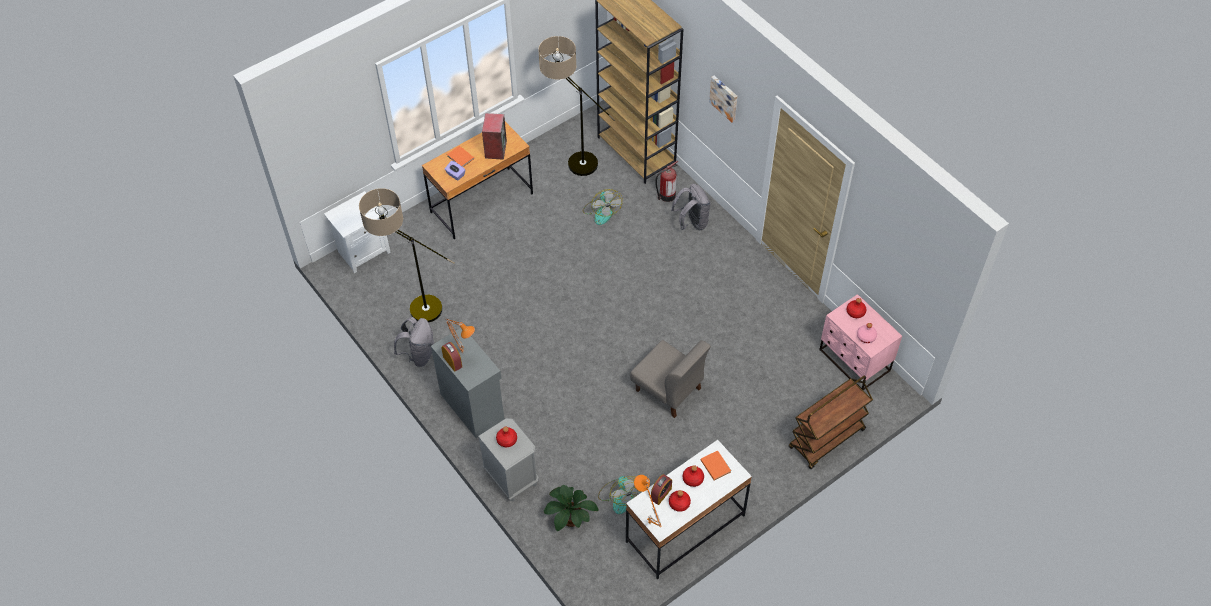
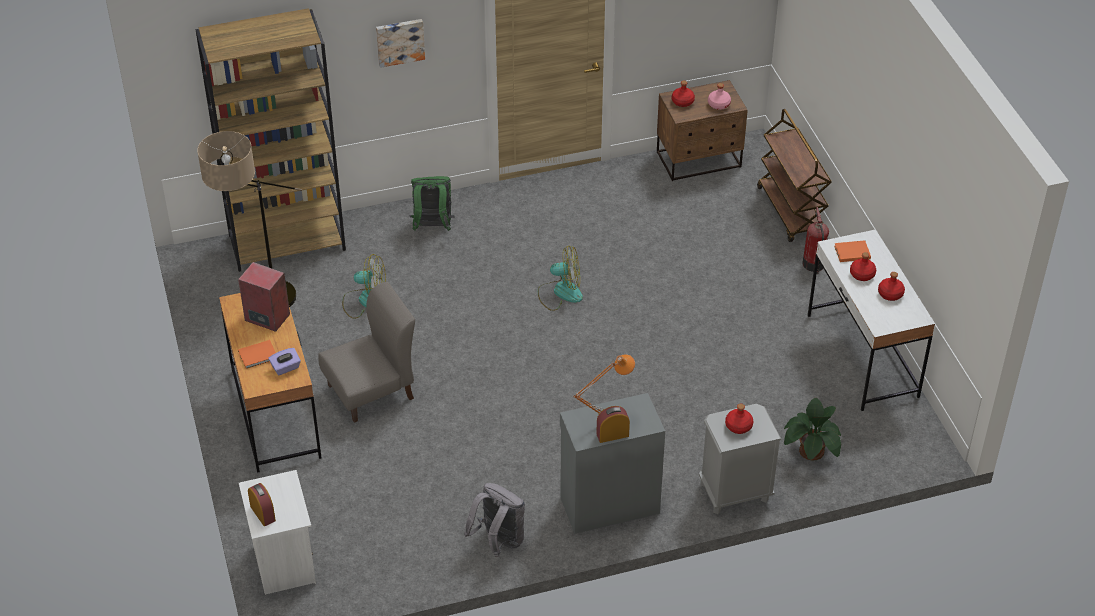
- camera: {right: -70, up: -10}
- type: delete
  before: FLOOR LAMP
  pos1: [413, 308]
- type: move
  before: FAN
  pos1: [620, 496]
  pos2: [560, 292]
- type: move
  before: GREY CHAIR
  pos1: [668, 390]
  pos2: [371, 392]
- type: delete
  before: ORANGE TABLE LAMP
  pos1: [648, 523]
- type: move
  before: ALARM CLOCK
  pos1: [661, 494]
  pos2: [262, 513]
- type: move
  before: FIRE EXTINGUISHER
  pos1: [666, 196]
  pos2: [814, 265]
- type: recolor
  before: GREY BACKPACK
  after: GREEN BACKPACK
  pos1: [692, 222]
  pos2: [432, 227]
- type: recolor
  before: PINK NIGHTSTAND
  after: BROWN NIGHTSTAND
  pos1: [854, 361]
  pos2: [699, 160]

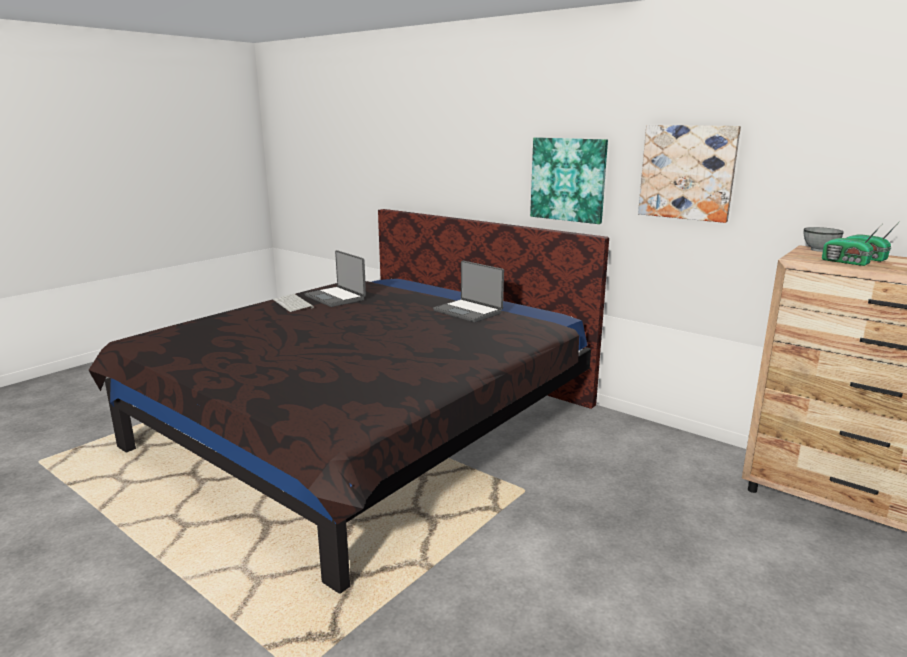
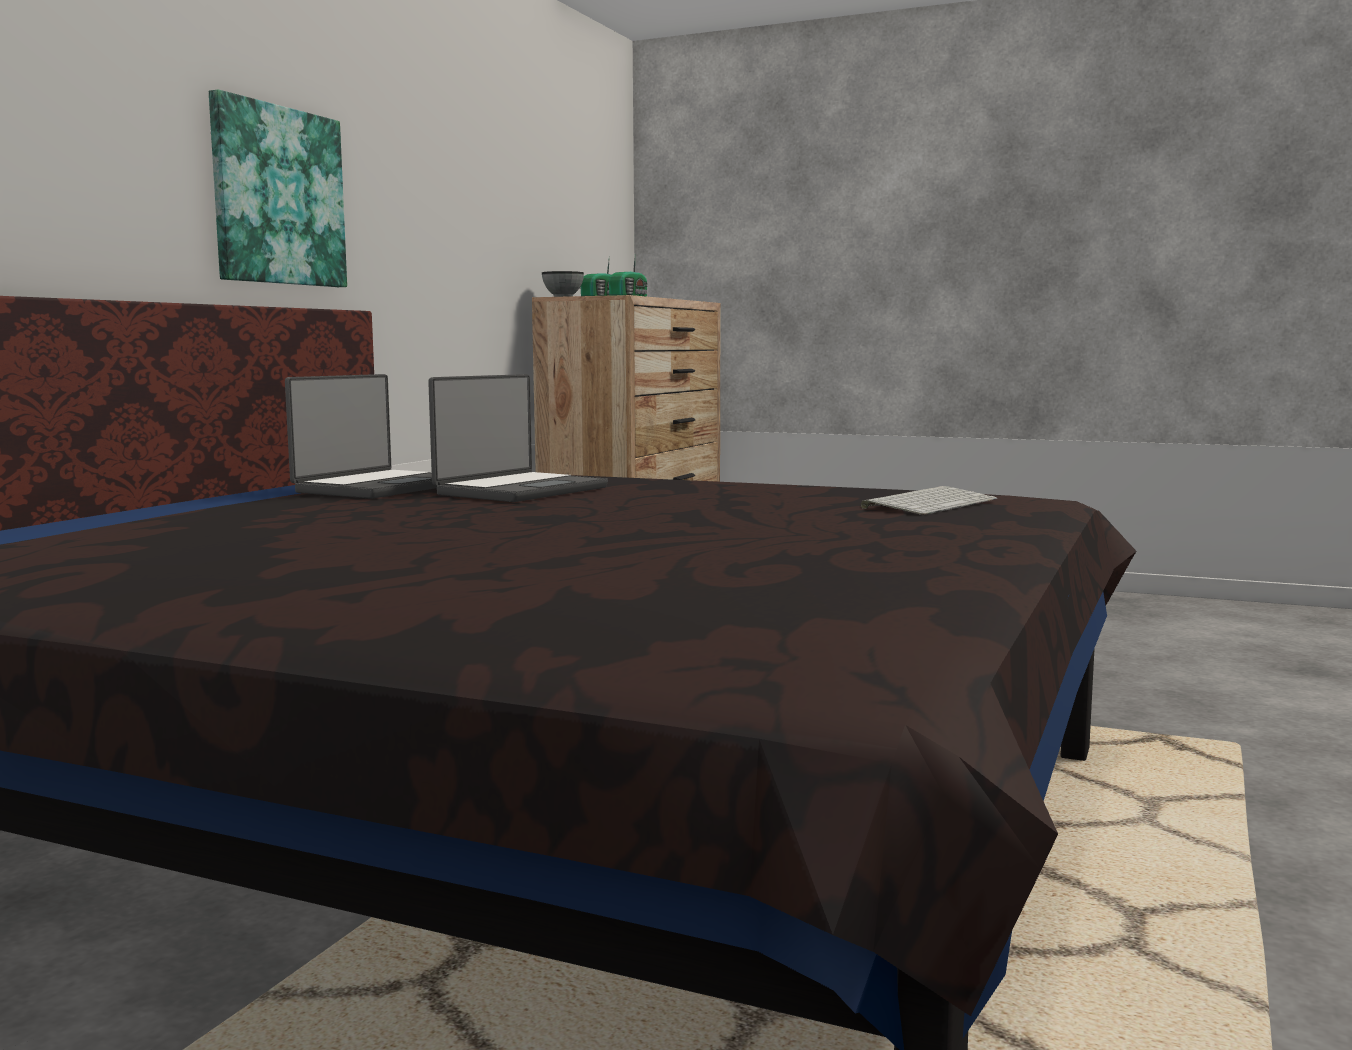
- camera: {right: -105, up: -10}
- type: move
  before: KEYBOARD
  pos1: [294, 304]
  pos2: [929, 503]
- type: move
  before: LAPTOP
  pos1: [336, 297]
  pos2: [519, 491]
- type: delete
  before: PICTURE
  pos1: [687, 172]

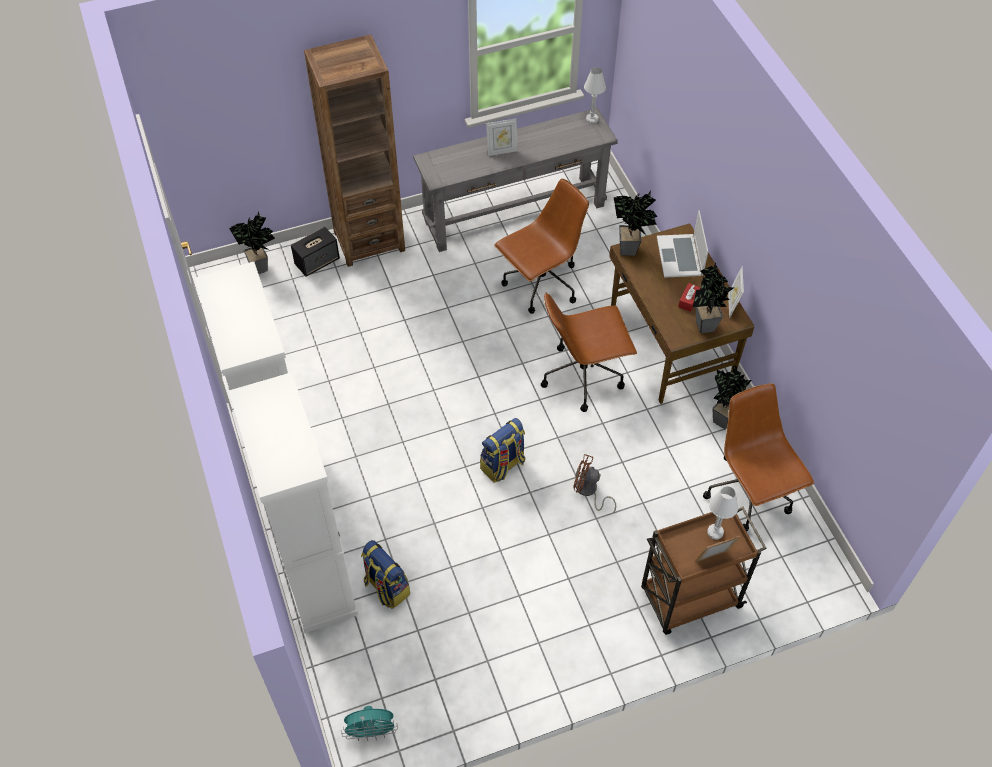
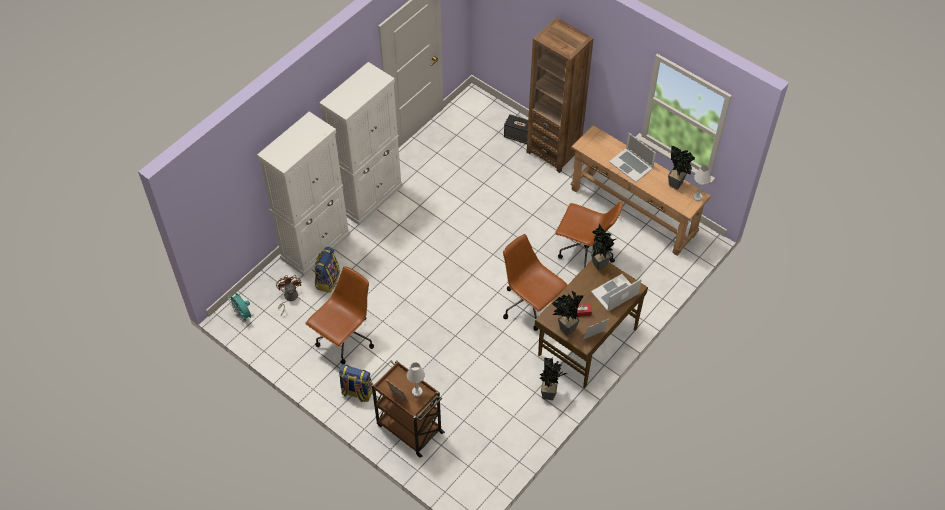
- camera: {right: 60, up: 0}
- type: move
  before: POTTED PLANT
  pos1: [262, 268]
  pos2: [676, 186]
- type: recolor
  before: GREY CONSOLE TABLE
  after: BROWN CONSOLE TABLE
  pos1: [514, 213]
  pos2: [633, 212]
- type: move
  before: BACKPACK
  pos1: [503, 465]
  pos2: [356, 392]
- type: replace
  before: PICTURE FRAME
  after: LAPTOP
  pos1: [502, 151]
  pos2: [631, 165]
- type: move
  before: BROWN FAN
  pos1: [588, 491]
  pos2: [289, 298]
- type: move
  before: BROWN OFFICE CHAIR
  pos1: [749, 494]
  pos2: [345, 339]

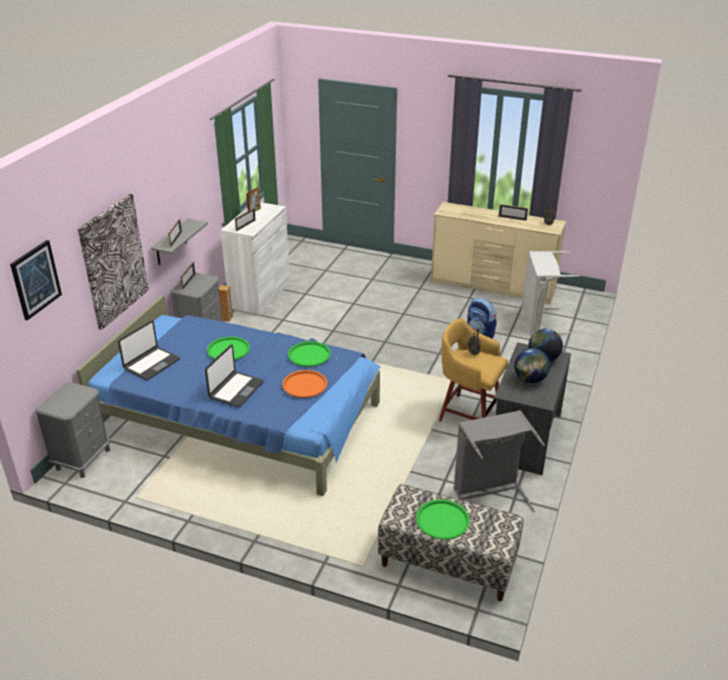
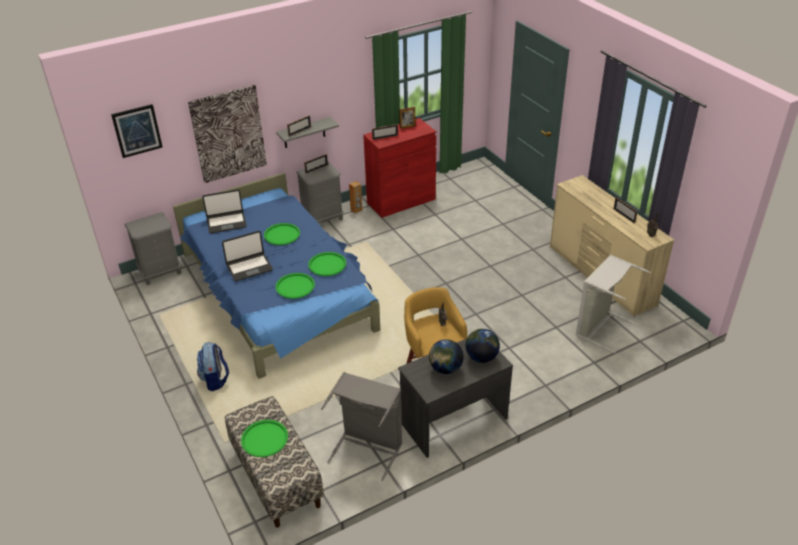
- camera: {right: 40, up: 5}
- type: recolor
  before: WHITE CABINET
  after: RED CABINET
  pos1: [260, 295]
  pos2: [401, 201]
- type: recolor
  before: ORANGE TRAY
  after: GREEN TRAY
  pos1: [305, 384]
  pos2: [295, 286]
- type: move
  before: BACKPACK
  pos1: [480, 334]
  pos2: [215, 380]

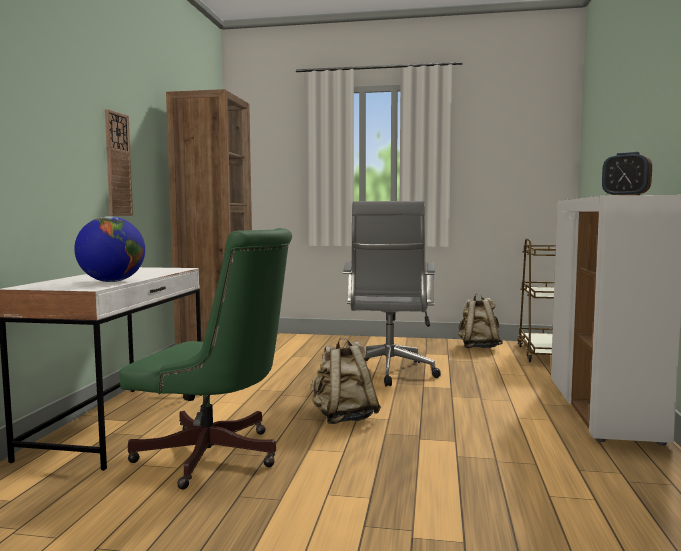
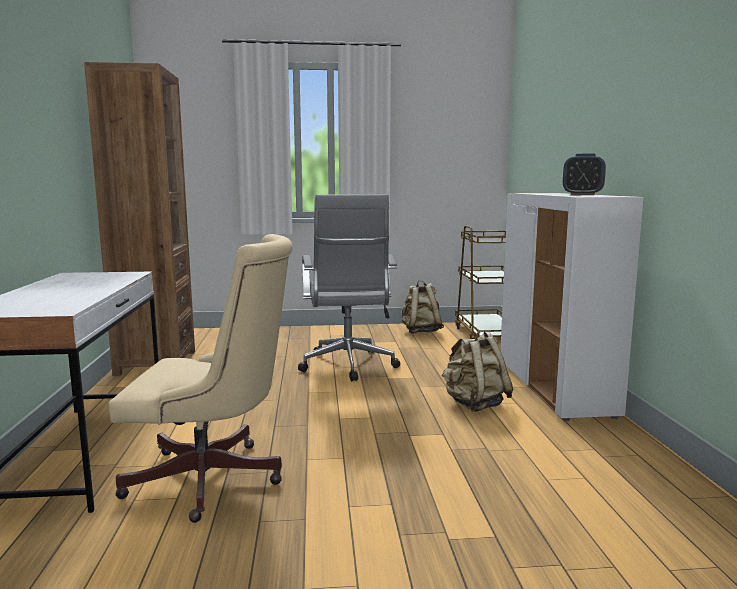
- camera: {right: -15, up: 5}
- type: delete
  before: GLOBE
  pos1: [112, 281]
- type: delete
  before: WALL CLOCK
  pos1: [118, 164]
- type: recolor
  before: GREEN OFFICE CHAIR
  after: BEIGE OFFICE CHAIR
  pos1: [216, 457]
  pos2: [214, 480]
- type: move
  before: BEIGE BACKPACK
  pos1: [344, 418]
  pos2: [474, 405]

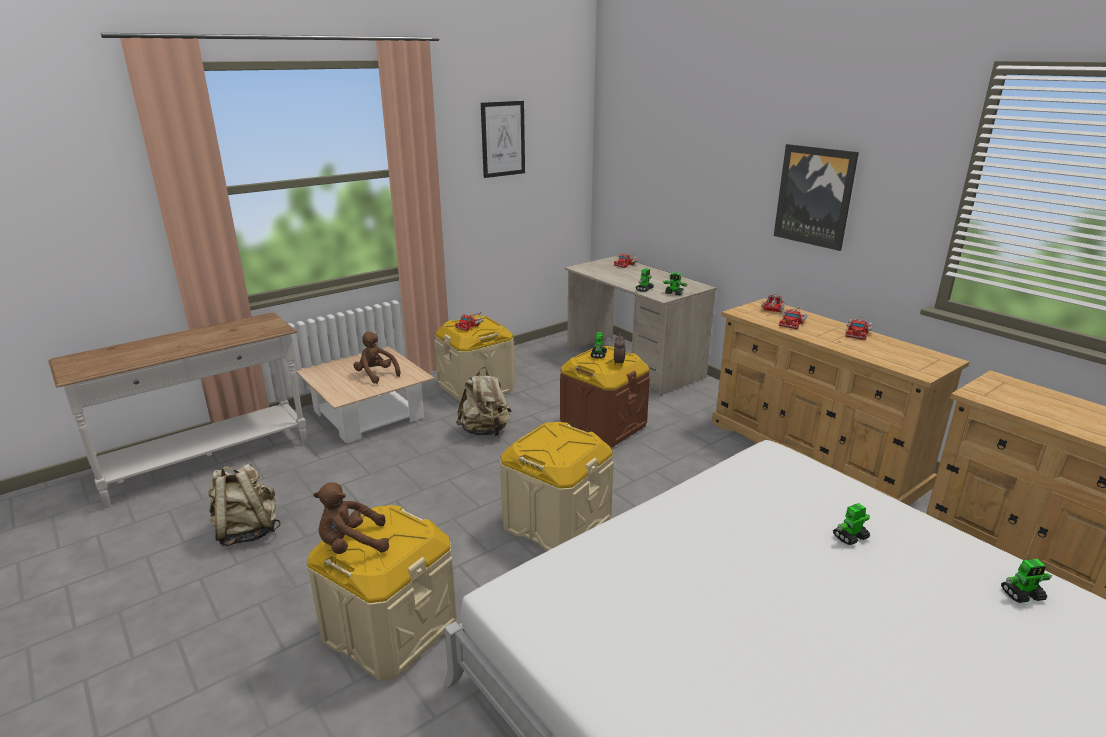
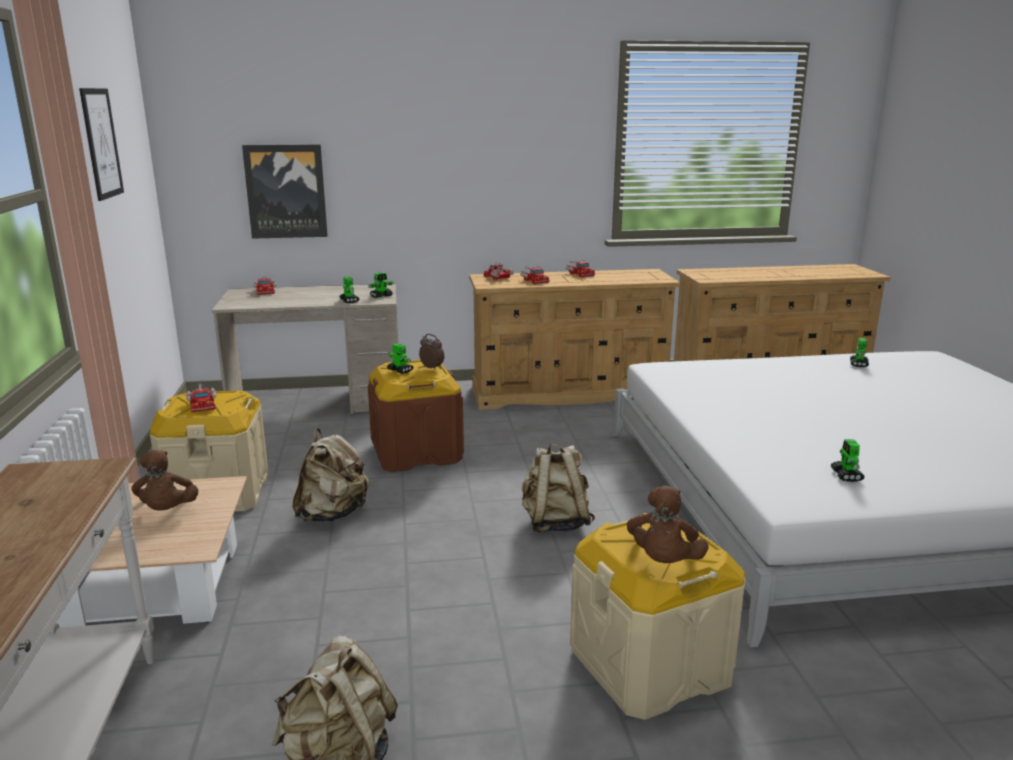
- camera: {right: -60, up: -5}
- type: rotate
  before: BROWN PLUSH TOY
  pos1: [376, 375]
  pos2: [167, 511]
  turn: -90
- type: replace
  before: BEIGE STORAGE BOX
  after: BEIGE BACKPACK
  pos1: [556, 522]
  pos2: [555, 523]
- type: move
  before: PICTURE
  pos1: [814, 196]
  pos2: [286, 191]
- type: move
  before: TOY ROBOT
  pos1: [850, 537]
  pos2: [846, 476]

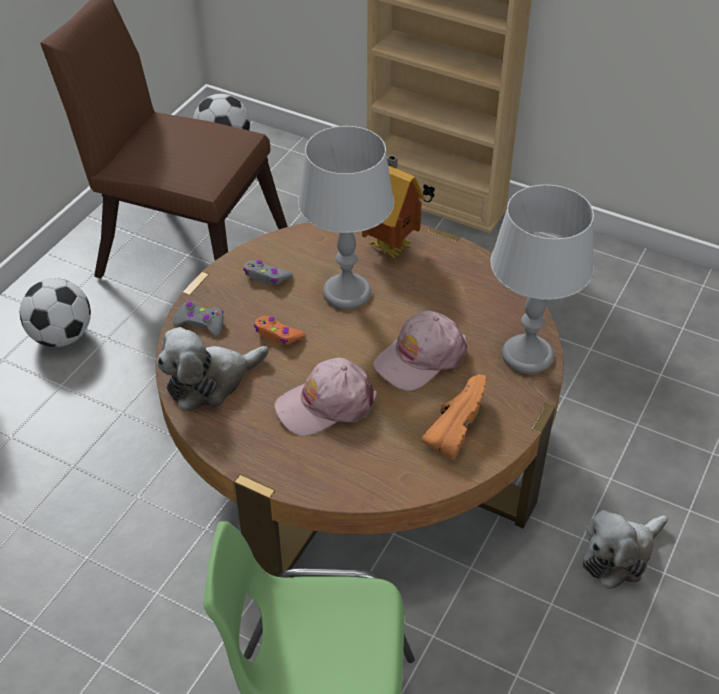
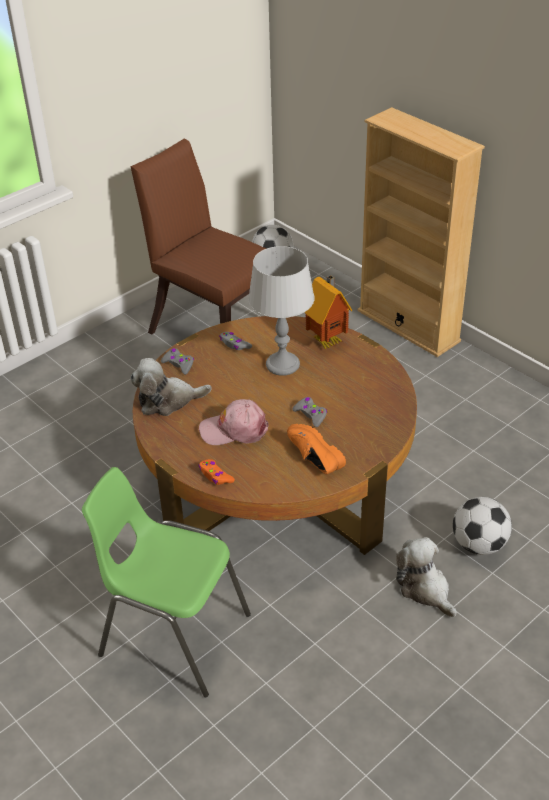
- camera: {right: 20, up: -5}
- type: move
  before: FOOTBALL
  pos1: [61, 337]
  pos2: [478, 544]
- type: move
  before: ORANGE GAME CONTROLLER
  pos1: [278, 335]
  pos2: [215, 476]
- type: replace
  before: PINK CAP
  after: GREY GAME CONTROLLER
  pos1: [420, 358]
  pos2: [310, 415]
- type: rotate
  before: ORANGE SHOE
  pos1: [453, 424]
  pos2: [311, 460]
  turn: -90
- type: delete
  before: GREY TABLE LAMP
  pos1: [526, 356]
- type: rotate
  before: PLUSH TOY
  pos1: [619, 555]
  pos2: [425, 589]
  turn: 75

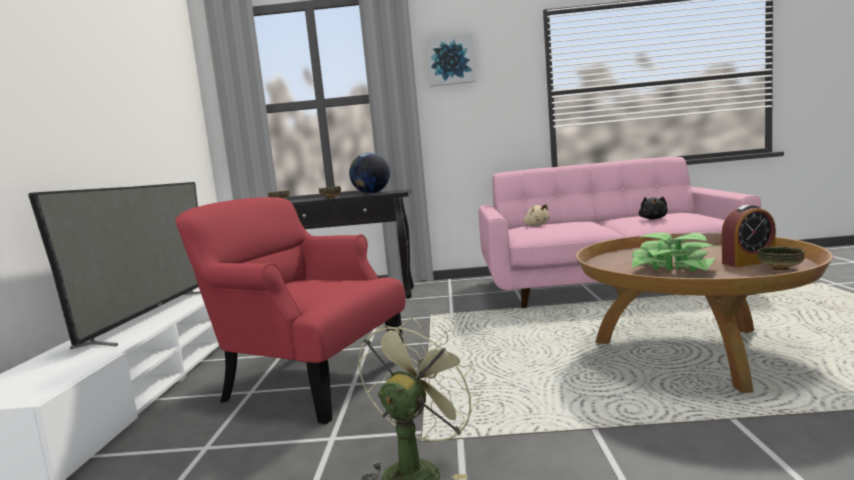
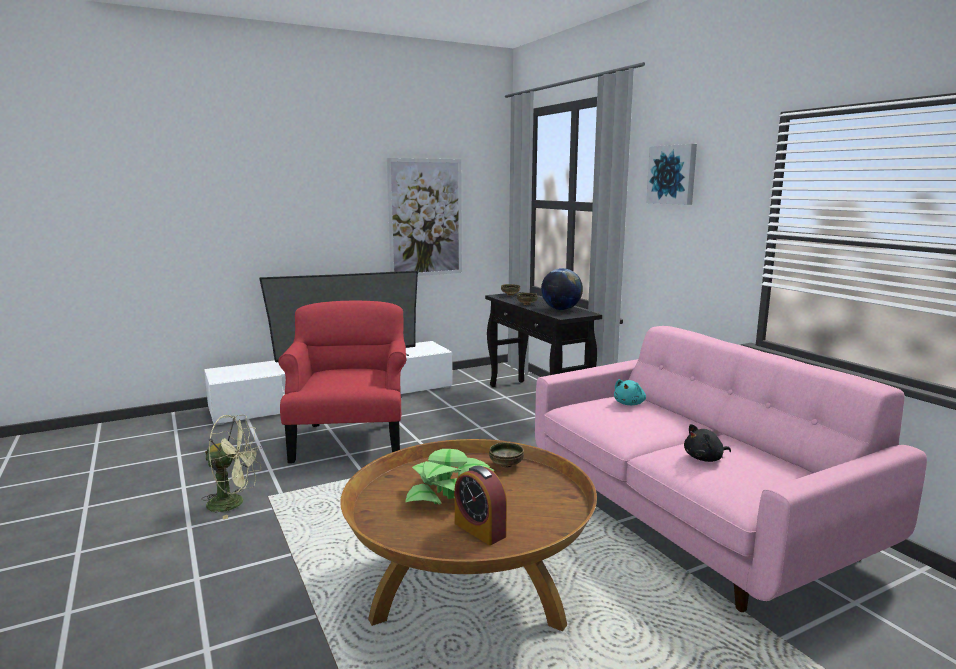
- camera: {right: 60, up: 5}
- type: recolor
  before: BEIGE PLUSH TOY
  after: TURQUOISE PLUSH TOY
  pos1: [536, 225]
  pos2: [629, 403]
- type: move
  before: BOWL
  pos1: [780, 269]
  pos2: [506, 465]
- type: insert
  after: PICTURE
  pos2: [425, 218]

